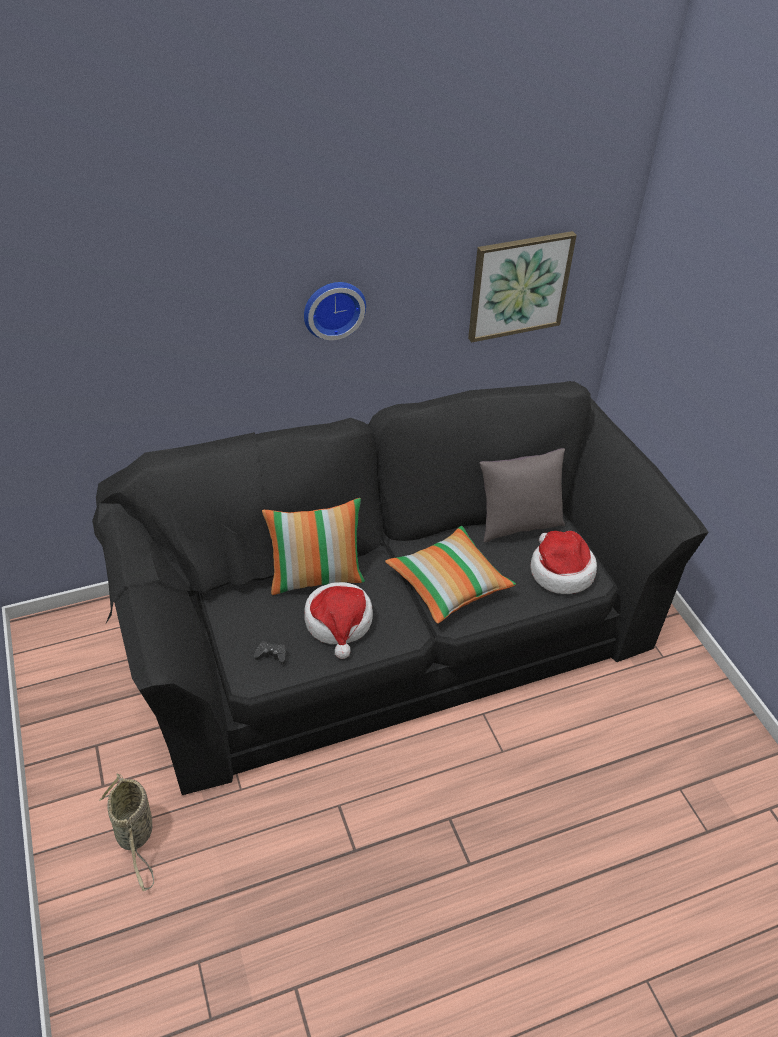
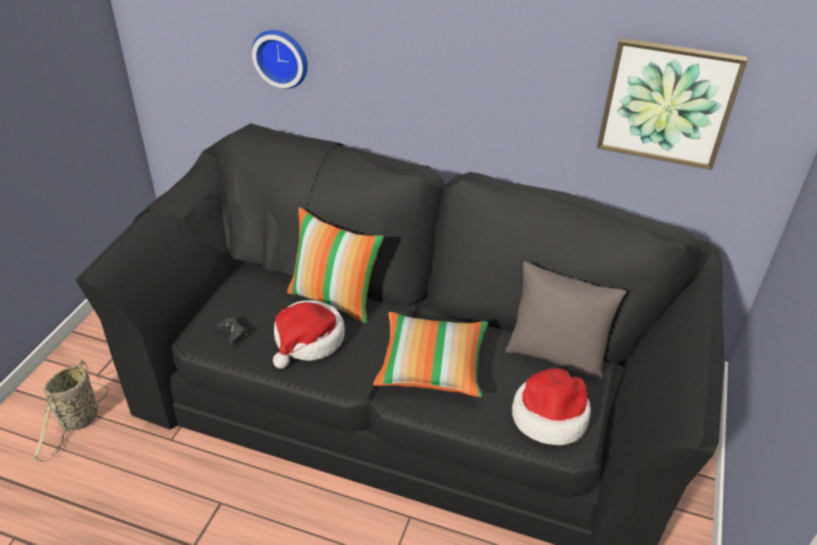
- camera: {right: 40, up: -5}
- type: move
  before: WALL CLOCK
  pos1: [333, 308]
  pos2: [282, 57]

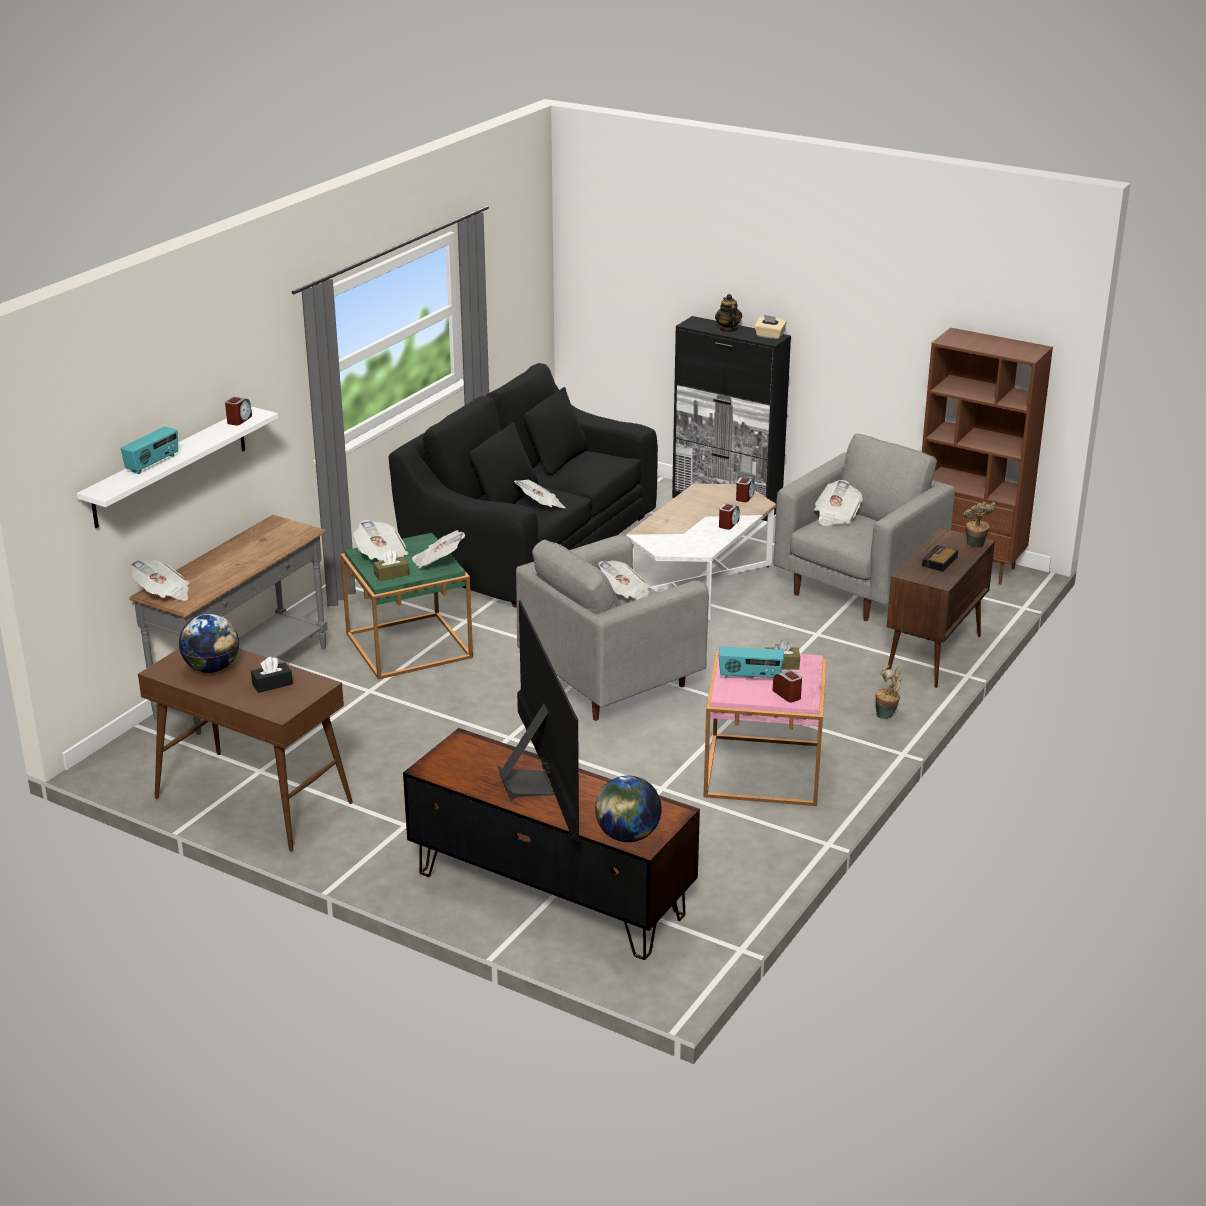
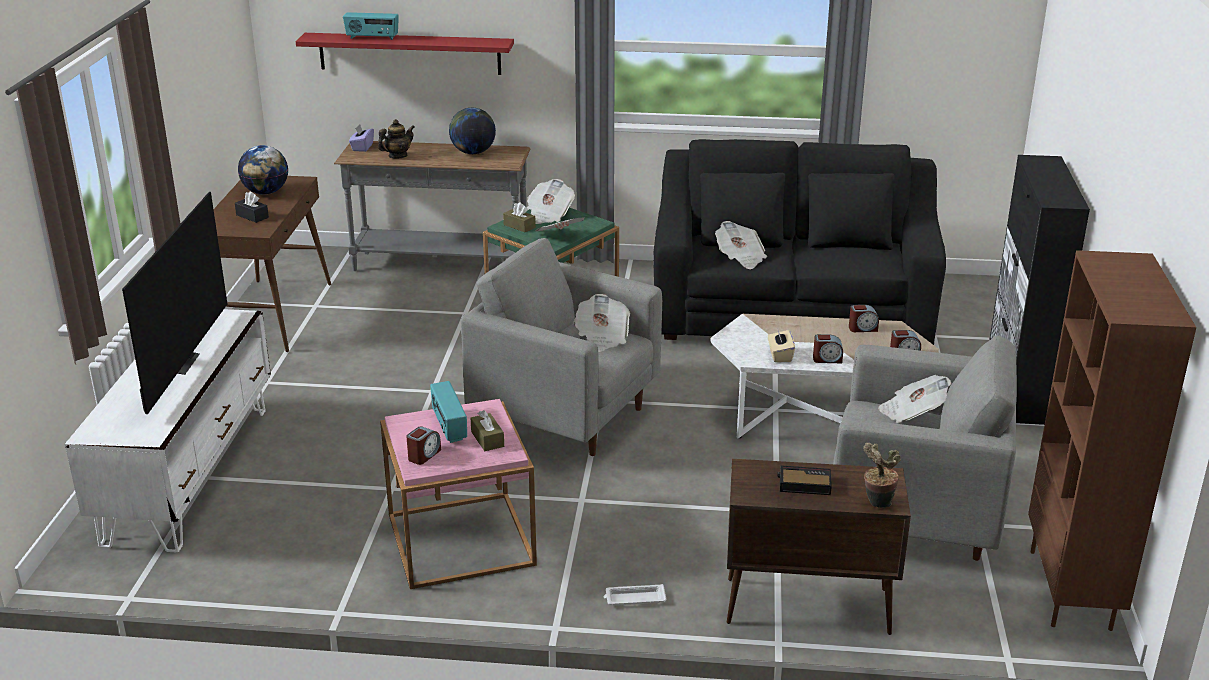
- camera: {right: 65, up: 0}
- type: recolor
  before: WHITE SHELF
  after: RED SHELF
  pos1: [170, 467]
  pos2: [409, 53]
- type: replace
  before: NEWSPAPER
  after: PURPLE TISSUE BOX
  pos1: [163, 593]
  pos2: [362, 147]
- type: move
  before: ALARM CLOCK
  pos1: [239, 420]
  pos2: [862, 328]
- type: recolor
  before: BROWN TV STAND
  after: WHITE TV STAND
  pos1: [550, 892]
  pos2: [190, 473]
- type: rotate
  before: TELEVISION
  pos1: [534, 784]
  pos2: [178, 363]
  turn: -45
- type: move
  before: GLOBE
  pos1: [627, 836]
  pos2: [473, 152]
- type: move
  before: TEAPOT
  pos1: [728, 329]
  pos2: [397, 156]
- type: move
  before: BEIGE TISSUE BOX
  pos1: [769, 336]
  pos2: [780, 355]
- type: replace
  before: POTTED PLANT
  after: WHITE TRAY
  pos1: [887, 715]
  pos2: [634, 598]

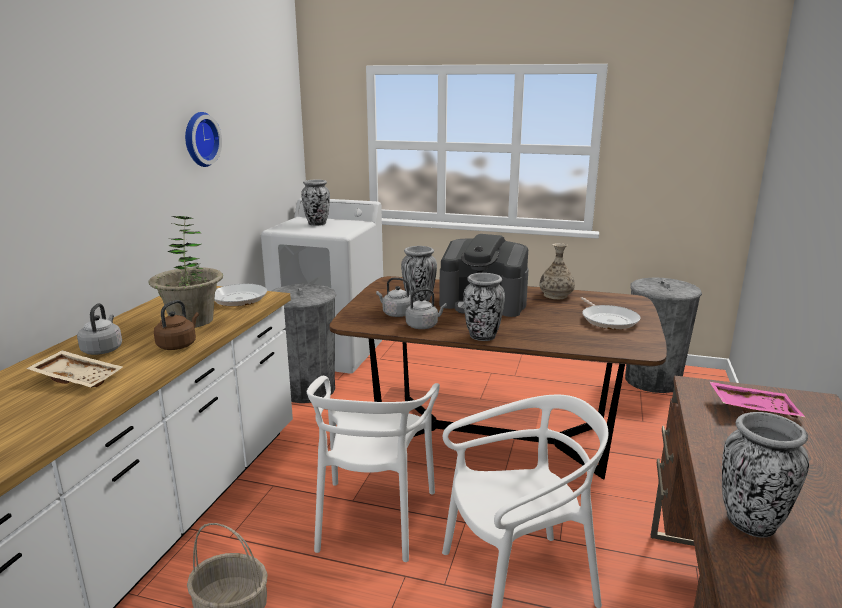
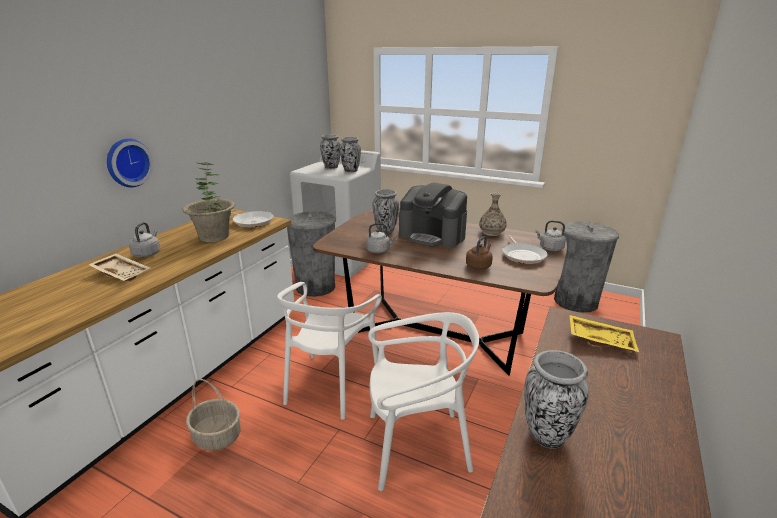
- camera: {right: 10, up: 5}
- type: move
  before: BROWN KETTLE
  pos1: [178, 345]
  pos2: [479, 266]
- type: move
  before: WALL CLOCK
  pos1: [199, 139]
  pos2: [127, 162]
- type: move
  before: GREY KETTLE
  pos1: [396, 314]
  pos2: [549, 248]
- type: move
  before: VASE
  pos1: [482, 337]
  pos2: [350, 171]
- type: recolor
  before: PINK TRAY
  after: YELLOW TRAY
  pos1: [752, 408]
  pos2: [600, 339]

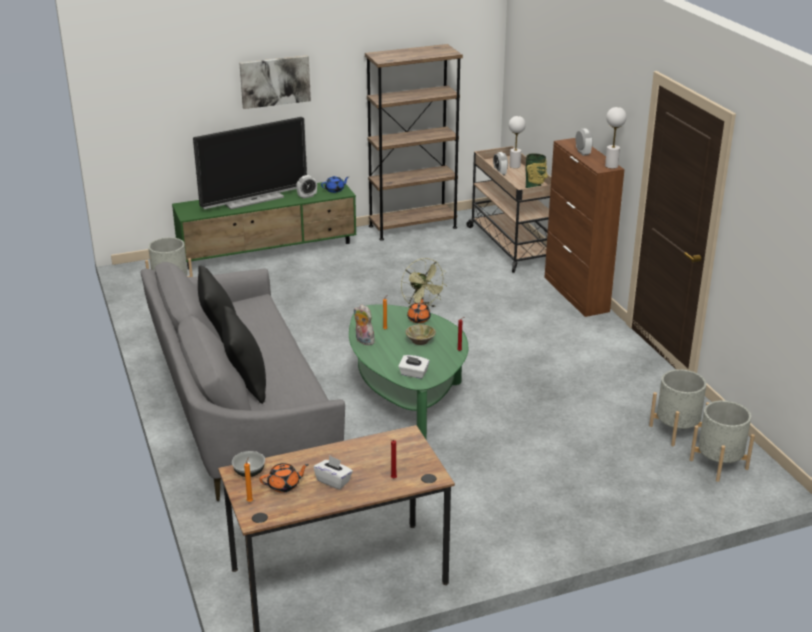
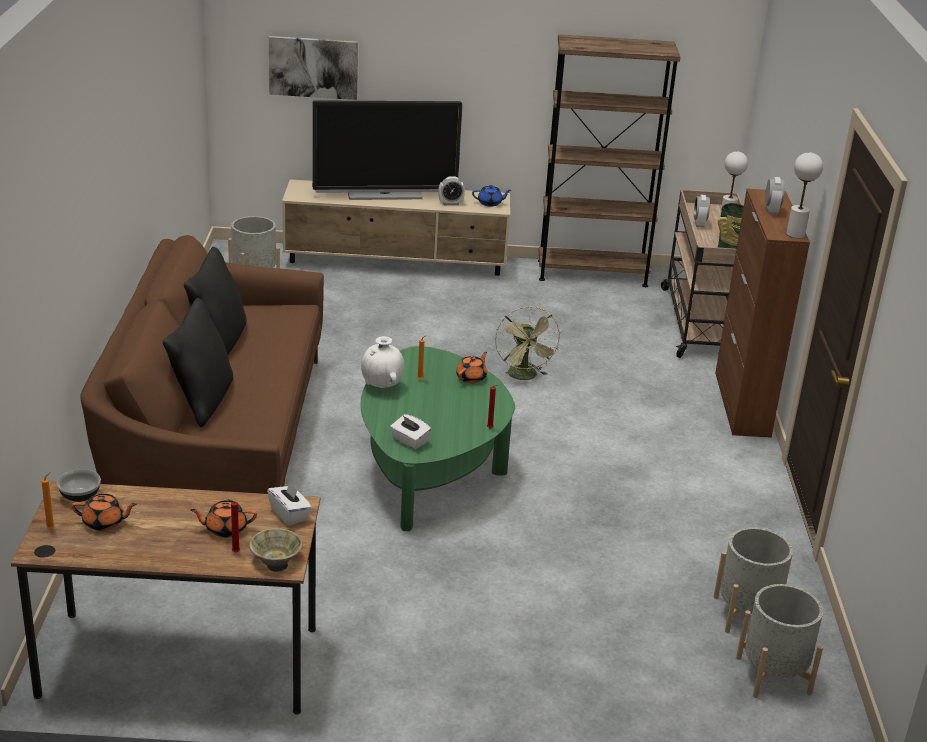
- camera: {right: 20, up: 0}
- type: recolor
  before: GREY SOFA
  after: BROWN SOFA
  pos1: [241, 414]
  pos2: [219, 440]
- type: recolor
  before: GREEN TV STAND
  after: BEIGE TV STAND
  pos1: [269, 251]
  pos2: [397, 263]
- type: move
  before: PICTURE
  pos1: [275, 81]
  pos2: [313, 67]
- type: move
  before: WHITE TISSUE BOX
  pos1: [333, 481]
  pos2: [289, 514]
- type: replace
  before: PLUSH TOY
  after: WHITE VASE
  pos1: [363, 341]
  pos2: [382, 387]
- type: move
  before: BEIGE BOWL
  pos1: [420, 340]
  pos2: [276, 558]
- type: insert
  after: ORANGE TEAPOT
  pos2: [225, 529]

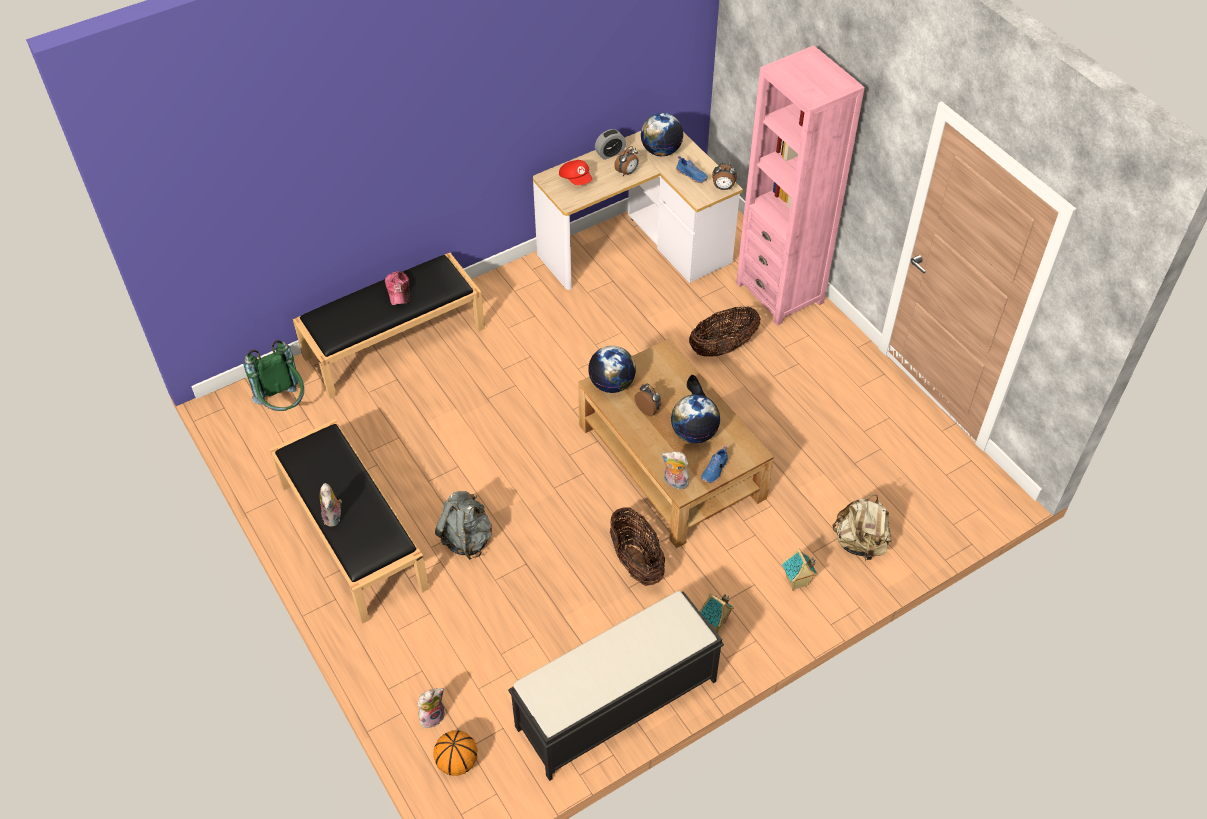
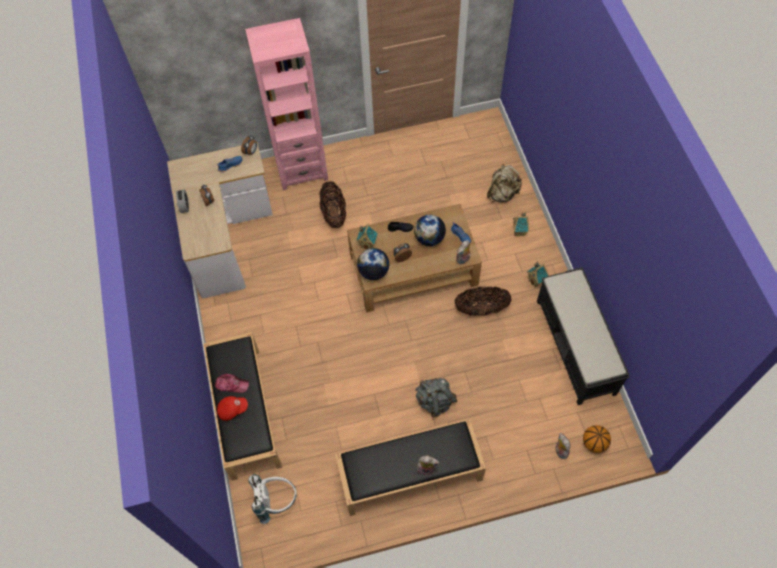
- camera: {right: -70, up: 10}
- type: recolor
  before: GREEN BACKPACK
  after: WHITE BACKPACK
  pos1: [284, 405]
  pos2: [276, 501]
- type: move
  before: RED CAP
  pos1: [576, 179]
  pos2: [232, 409]
- type: delete
  before: GLOBE
  pos1: [661, 151]
- type: insert
  after: TOY HOUSE
  pos2: [368, 244]

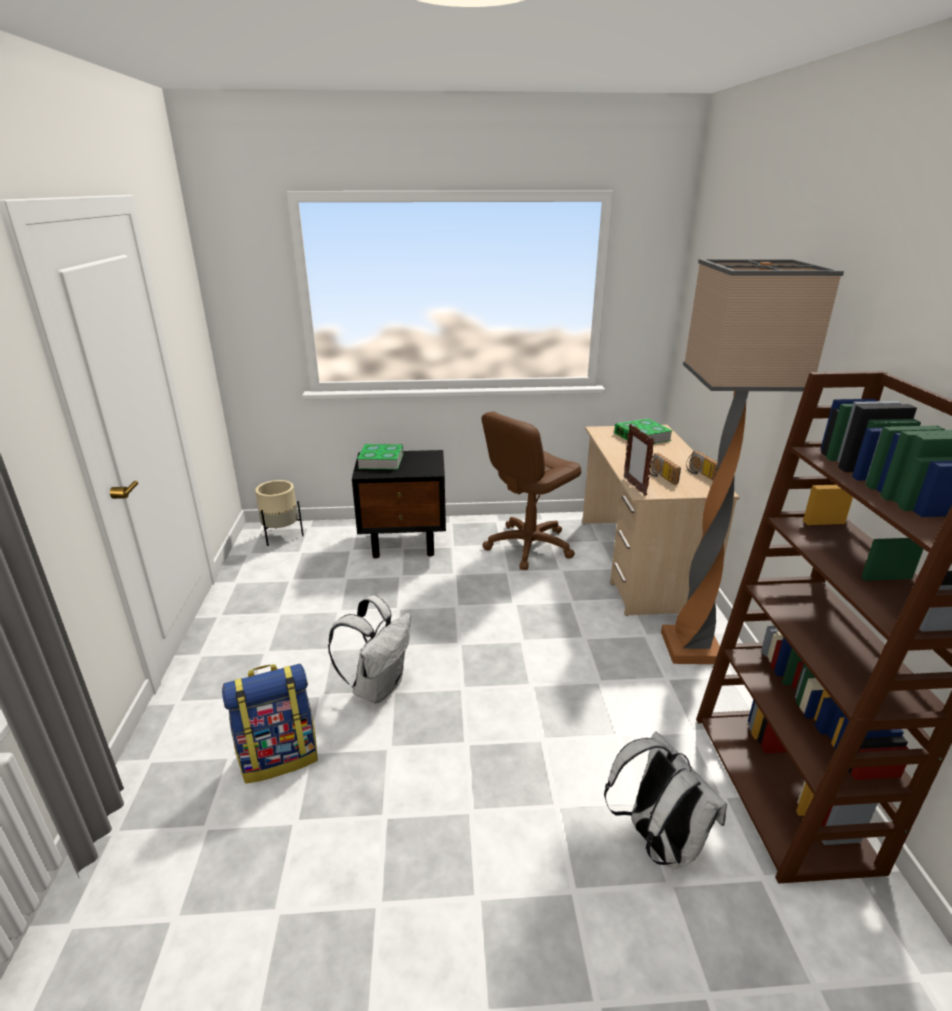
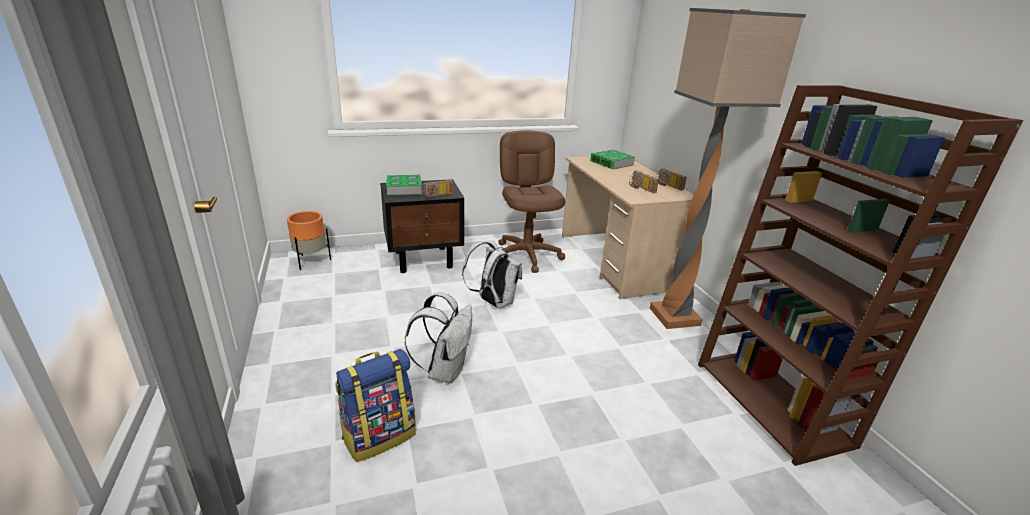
- camera: {right: -15, up: 0}
- type: recolor
  before: BEIGE PLANTER
  after: ORANGE PLANTER
  pos1: [282, 536]
  pos2: [311, 261]
- type: rotate
  before: BROWN OFFICE CHAIR
  pos1: [528, 546]
  pos2: [527, 255]
  turn: 135
- type: move
  before: WHITE BACKPACK
  pos1: [657, 841]
  pos2: [493, 302]
- type: delete
  before: PICTURE FRAME
  pos1: [634, 486]
- type: insert
  after: RADIO
  pos2: [438, 196]

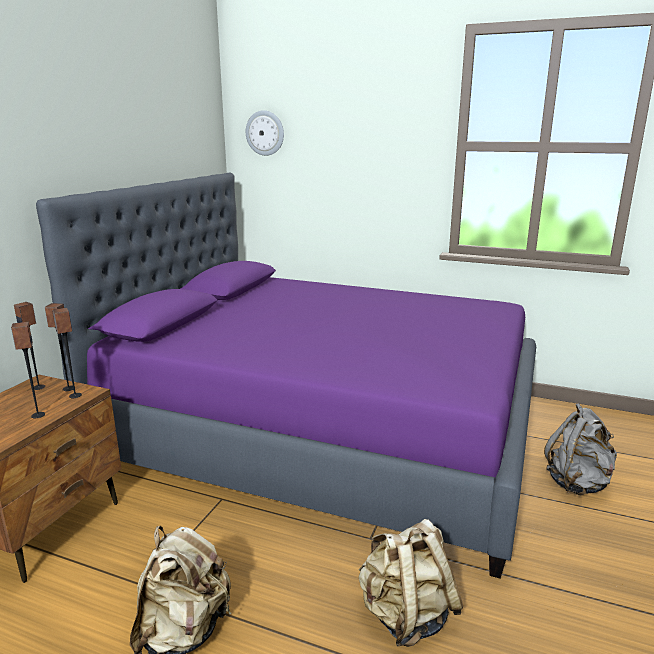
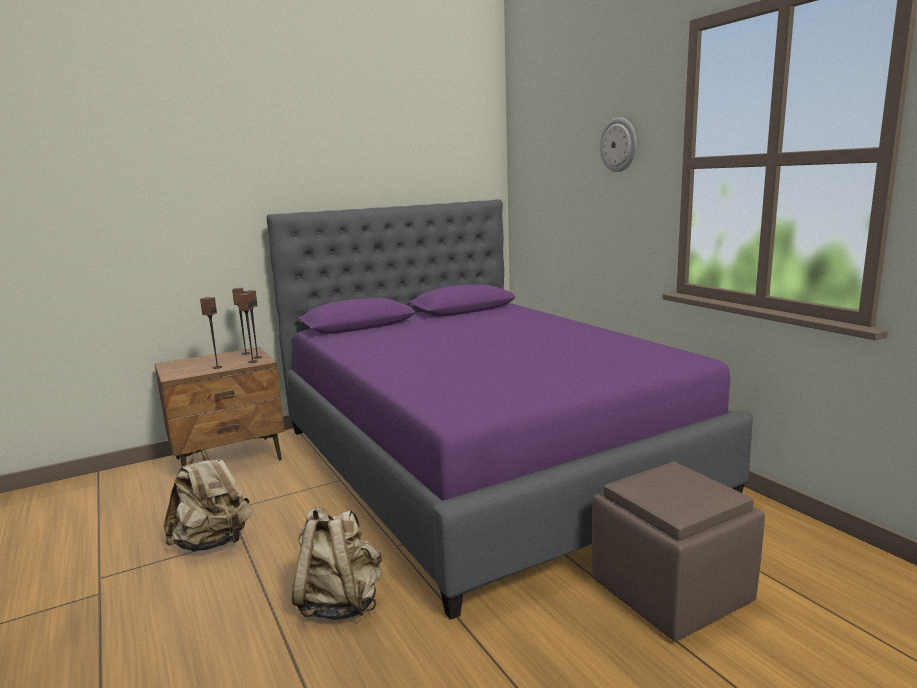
- camera: {right: 40, up: -5}
- type: move
  before: WALL CLOCK
  pos1: [265, 133]
  pos2: [619, 145]
- type: replace
  before: GREY BACKPACK
  after: BROWN OTTOMAN
  pos1: [578, 483]
  pos2: [671, 591]

